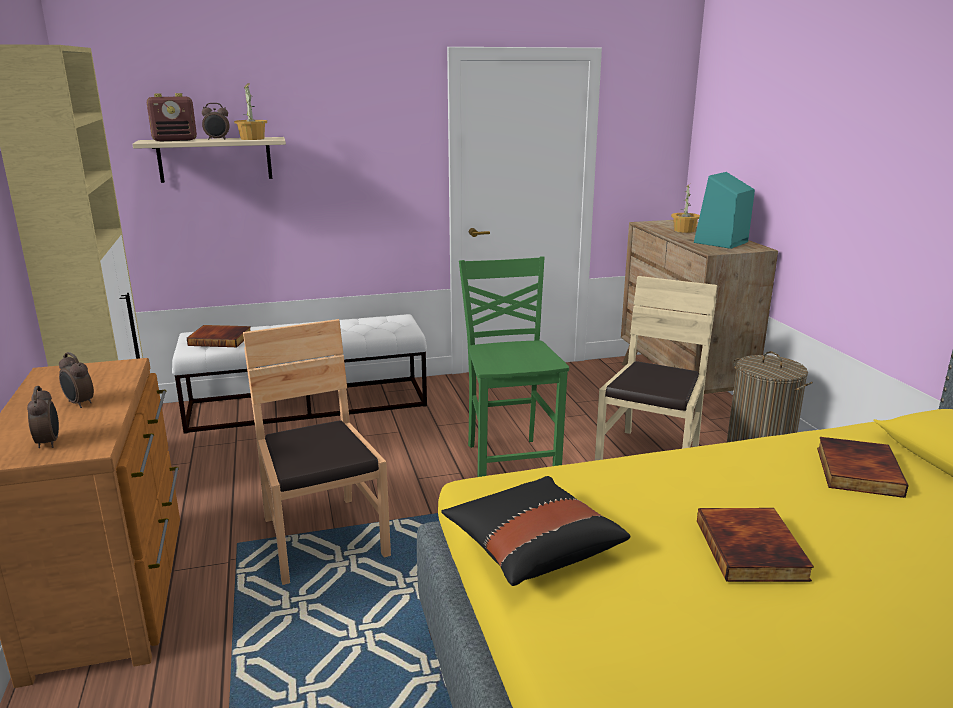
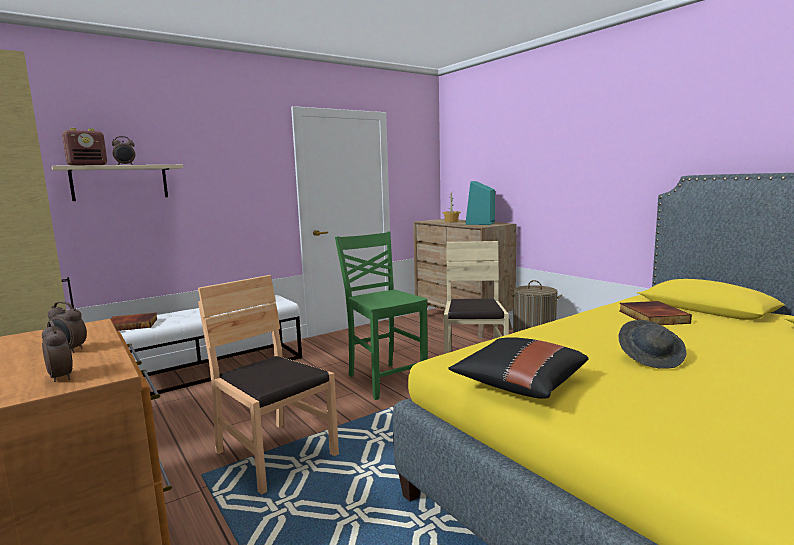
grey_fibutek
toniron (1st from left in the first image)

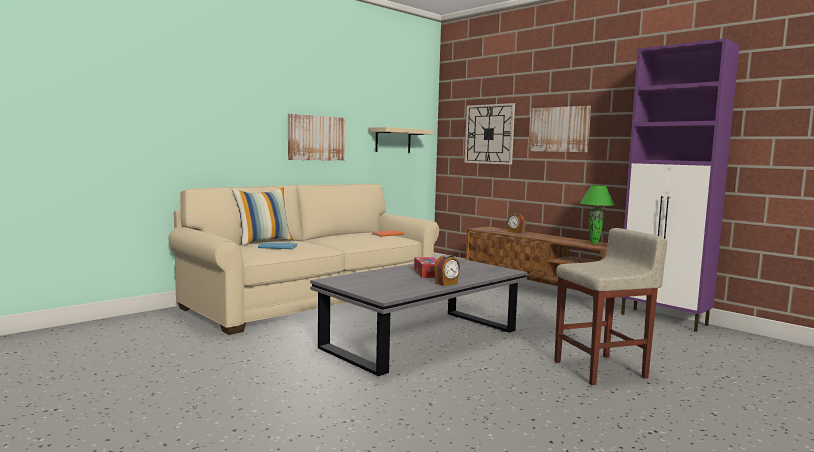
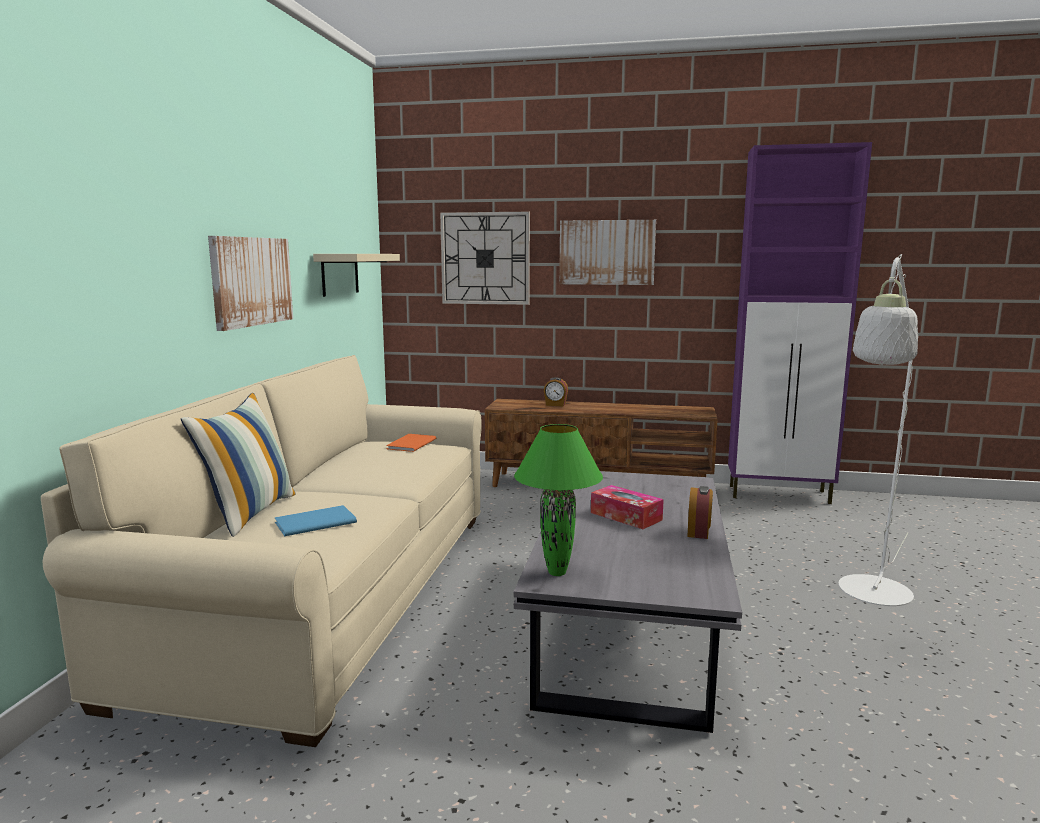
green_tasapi
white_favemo

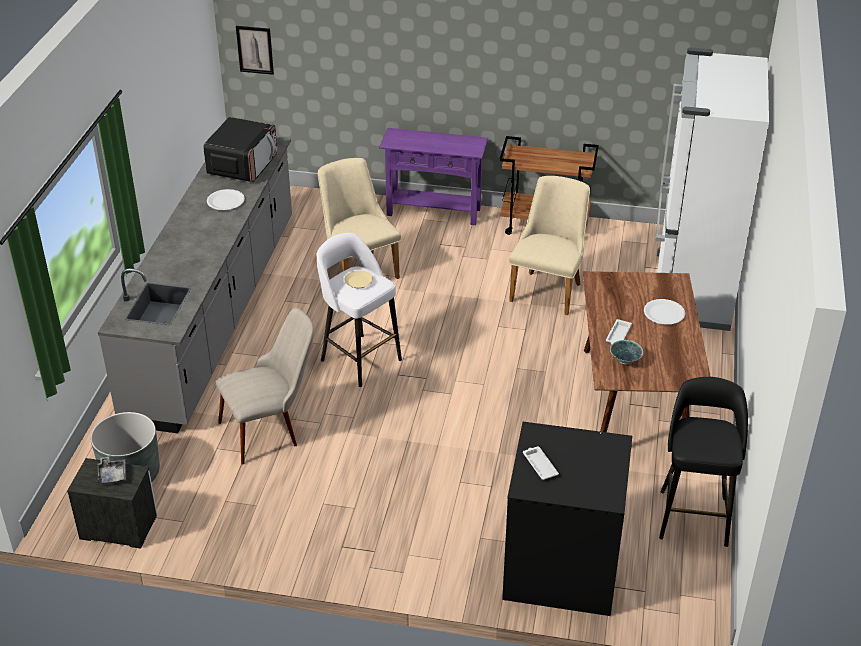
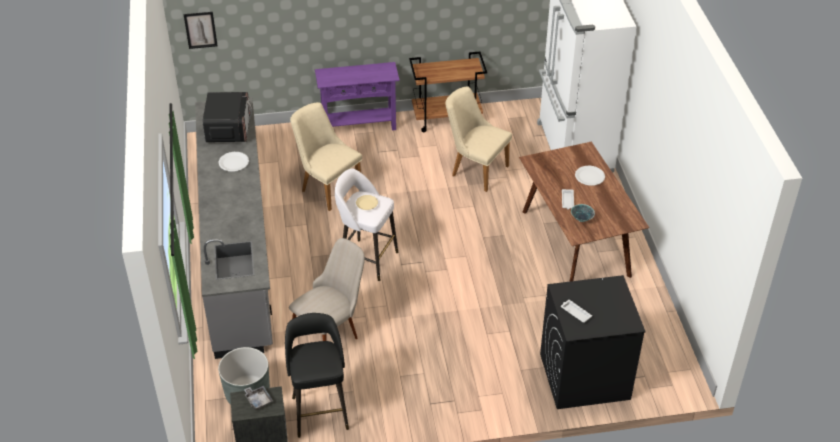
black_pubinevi
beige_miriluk (3rd from left)

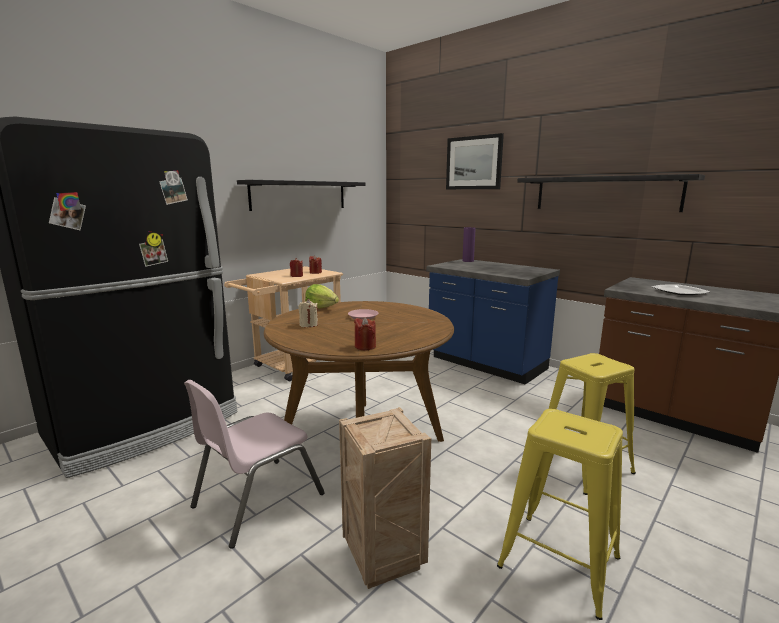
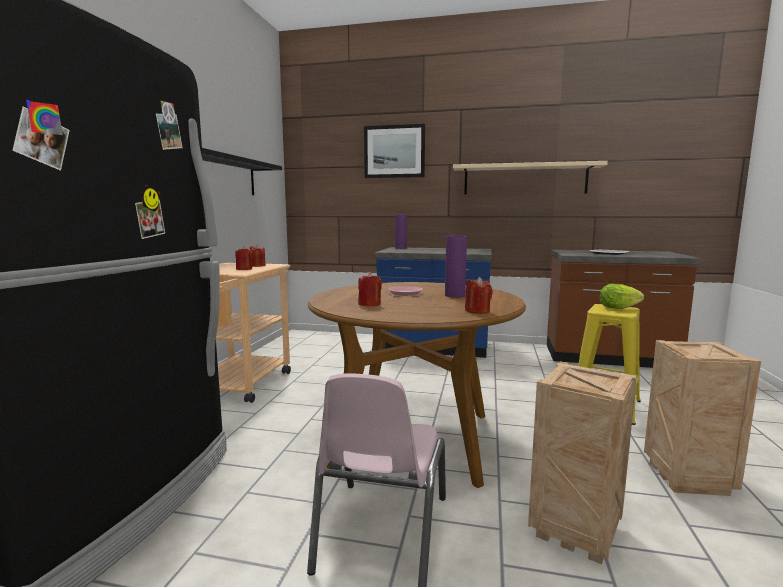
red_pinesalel (3rd from left)
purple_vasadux (2nd from left)
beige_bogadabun
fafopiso
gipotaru (2nd from left)

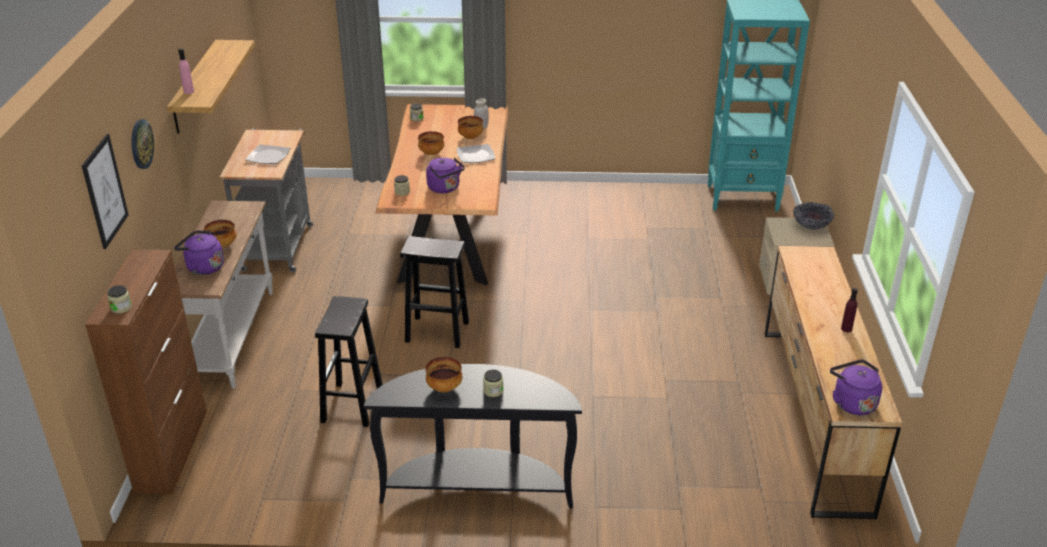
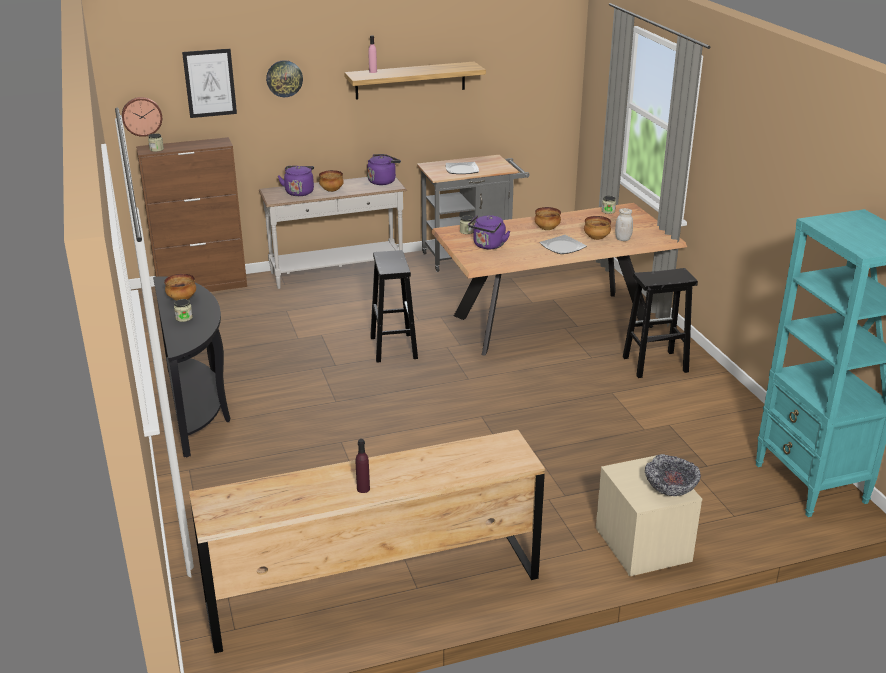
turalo (1st from left)
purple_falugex (2nd from left)
black_pubinevi (2nd from left)

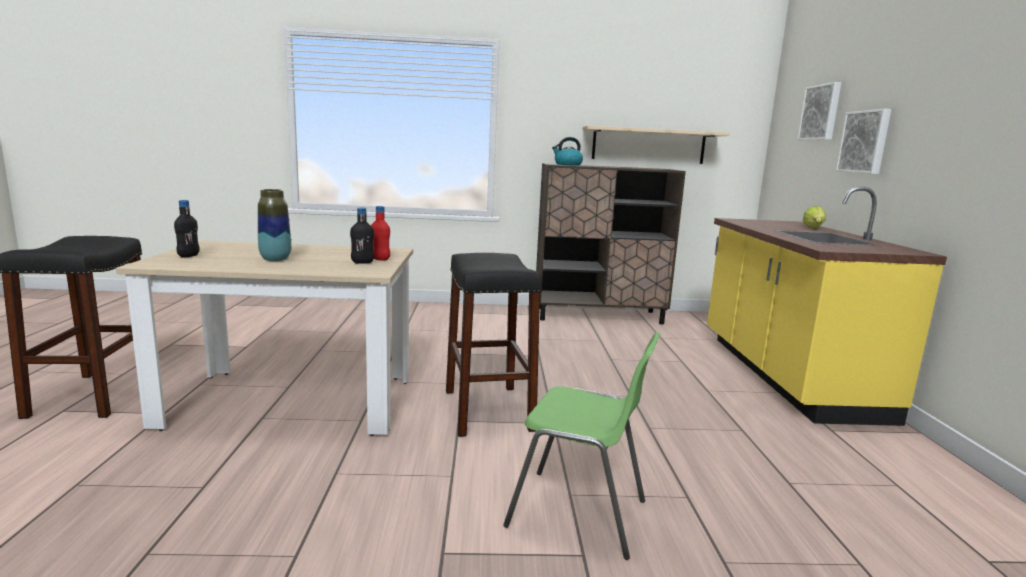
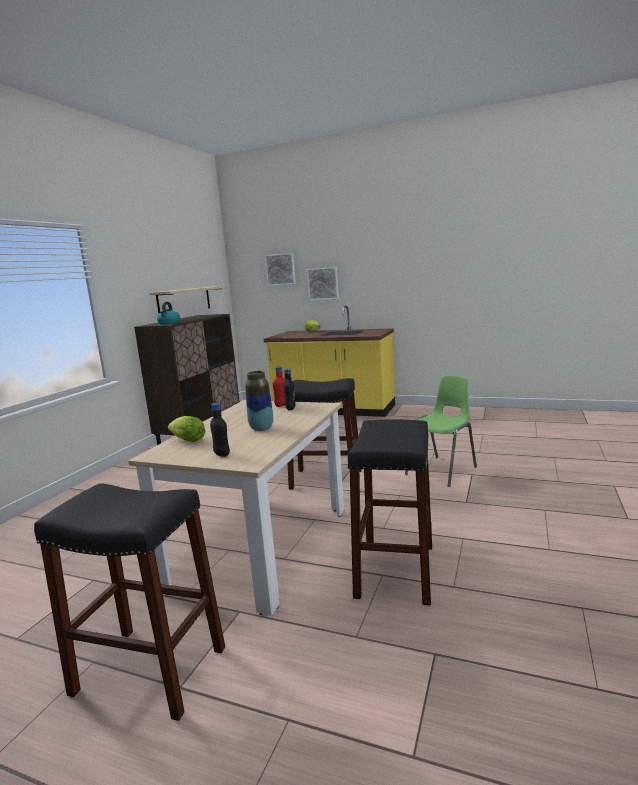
fafopiso (1st from left)
black_pubinevi (3rd from left)

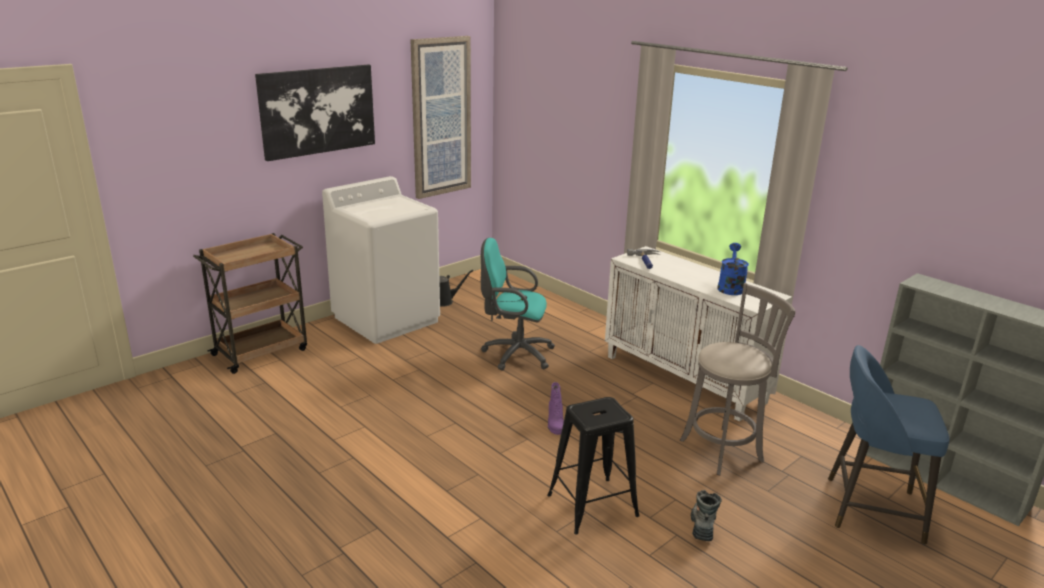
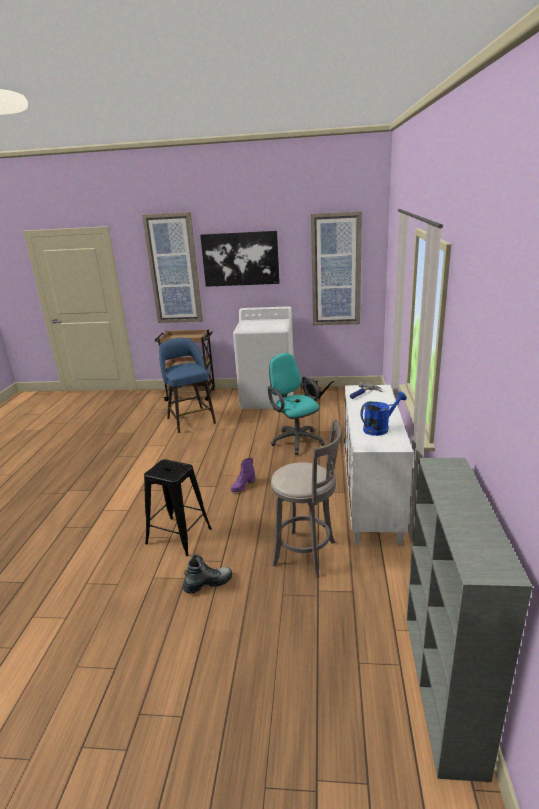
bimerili (1st from left)
blue_pubinevi

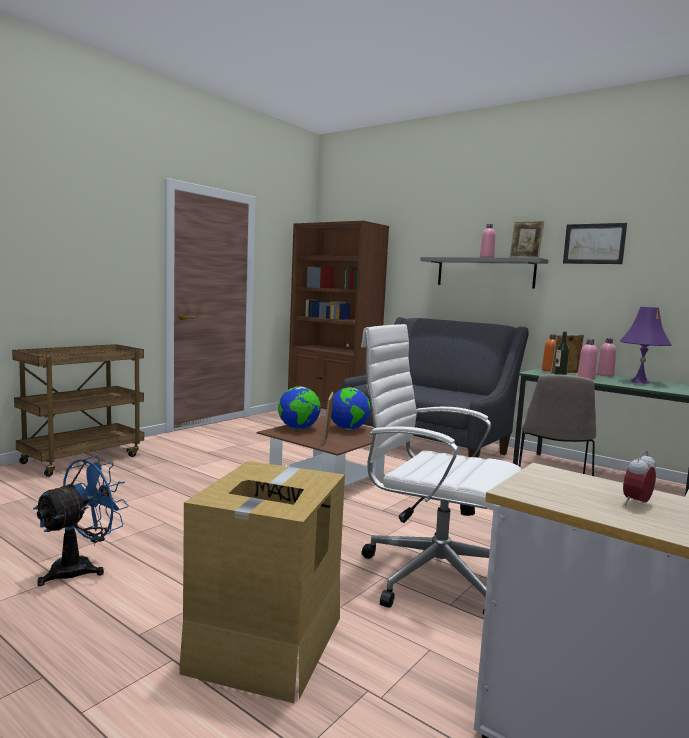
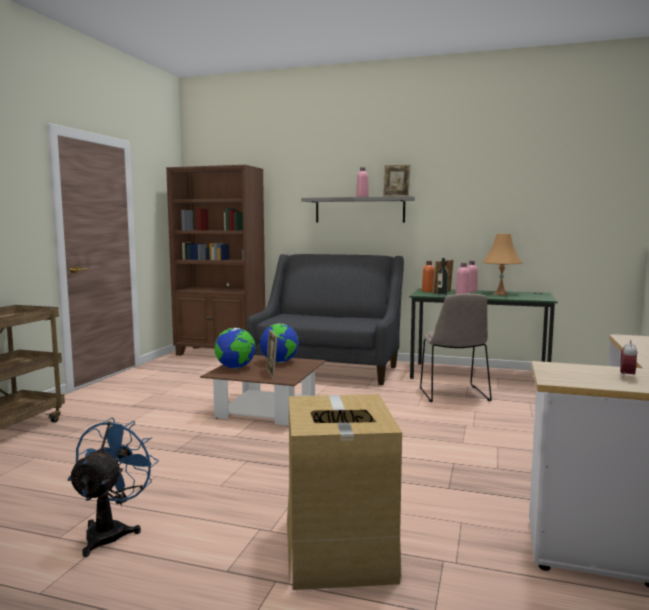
orange_tasapi
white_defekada
bimerili

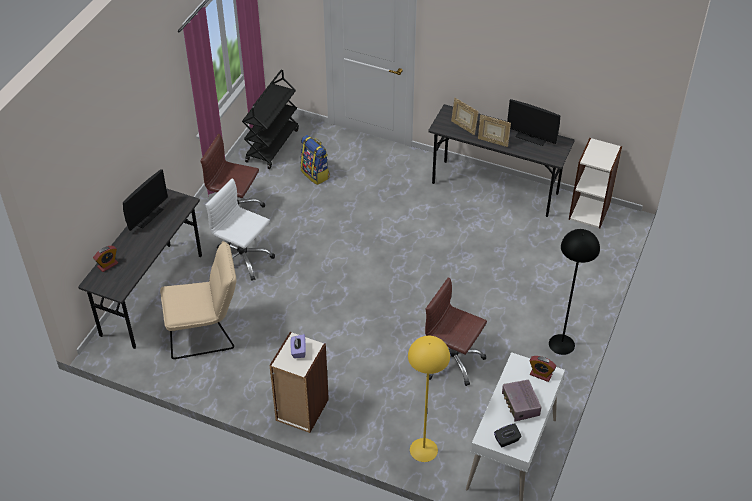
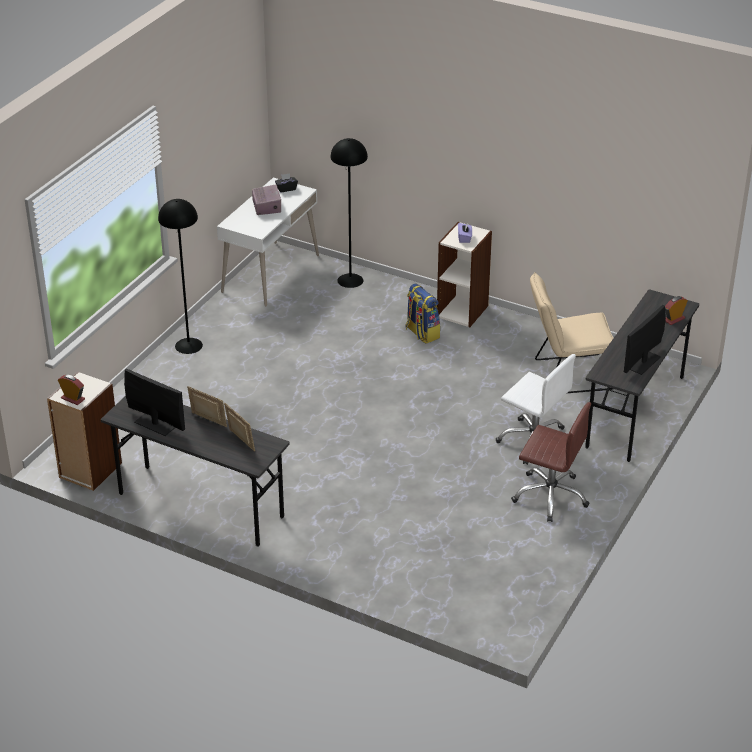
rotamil (1st from left)
black_favemo (2nd from left)
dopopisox
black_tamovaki
brown_defekada (2nd from left in the first image)

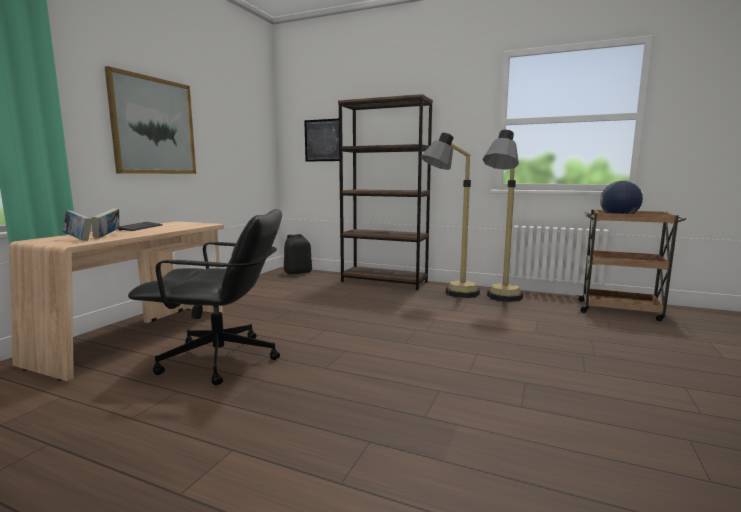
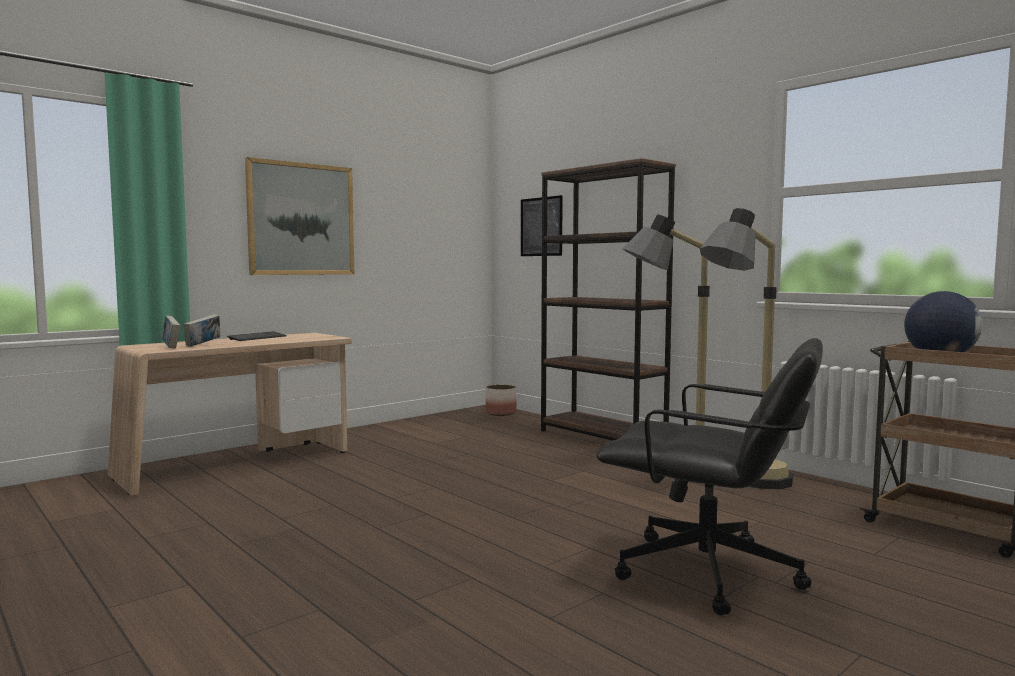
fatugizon
black_defekada

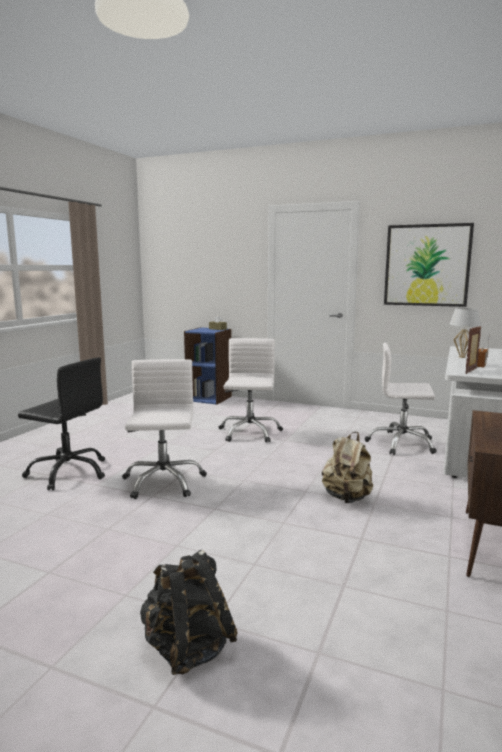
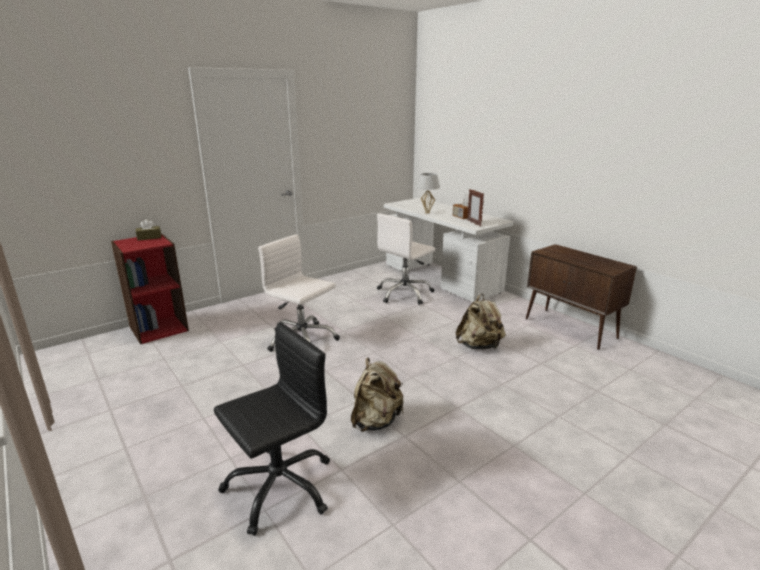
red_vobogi
beige_dopopisox (1st from left)
black_dopopisox
bimerili

